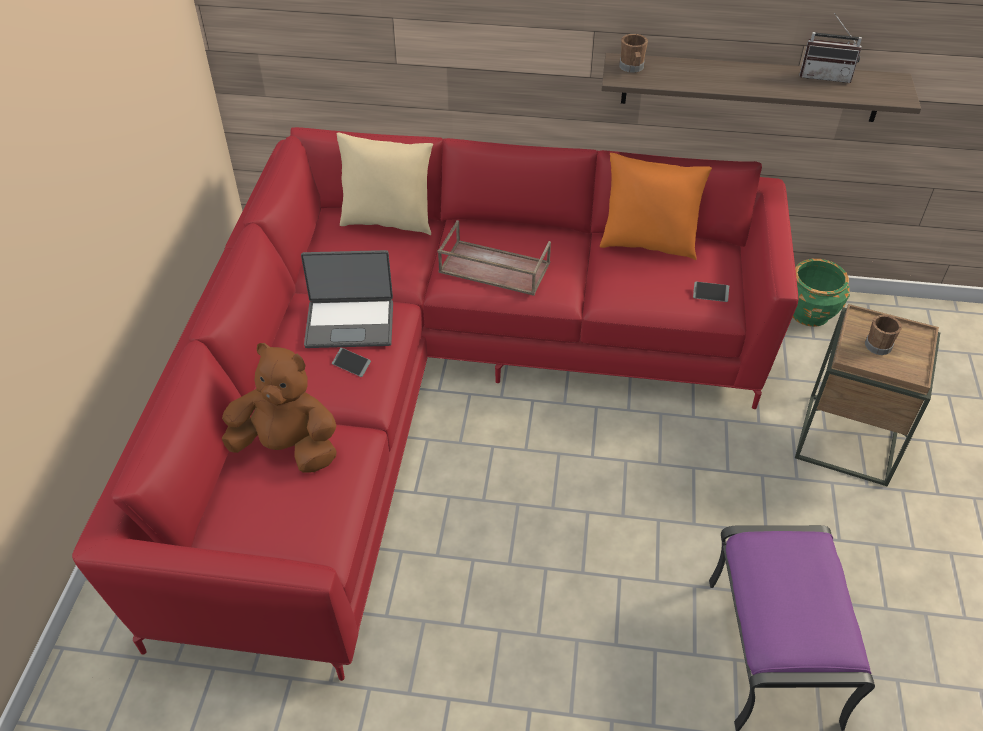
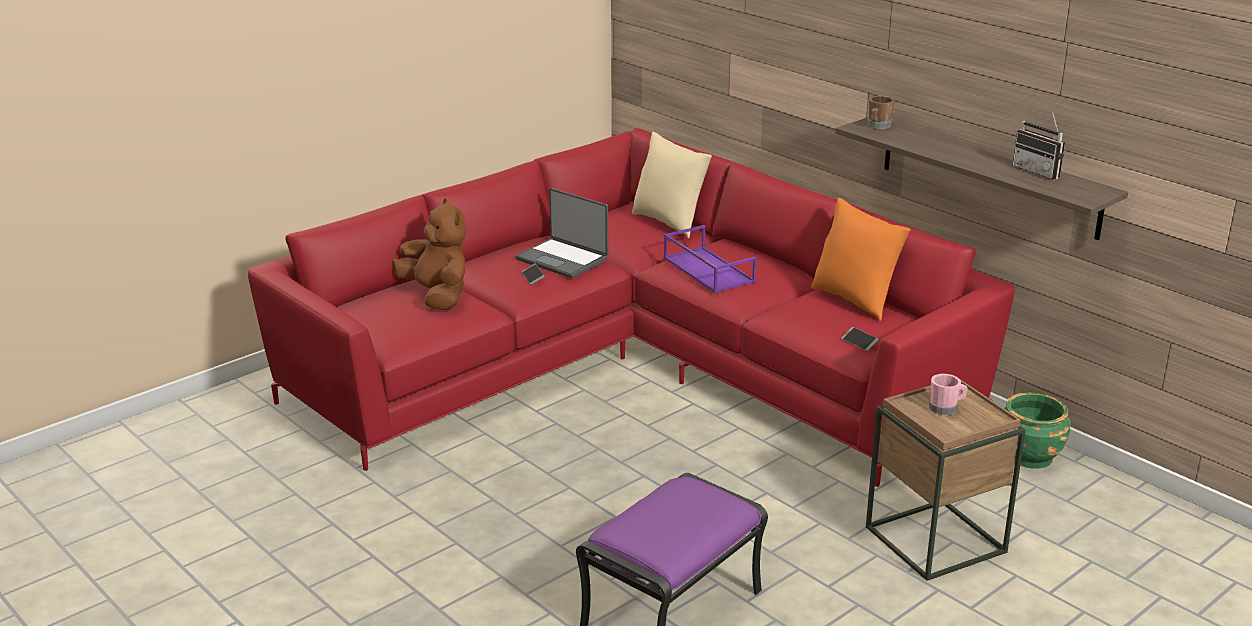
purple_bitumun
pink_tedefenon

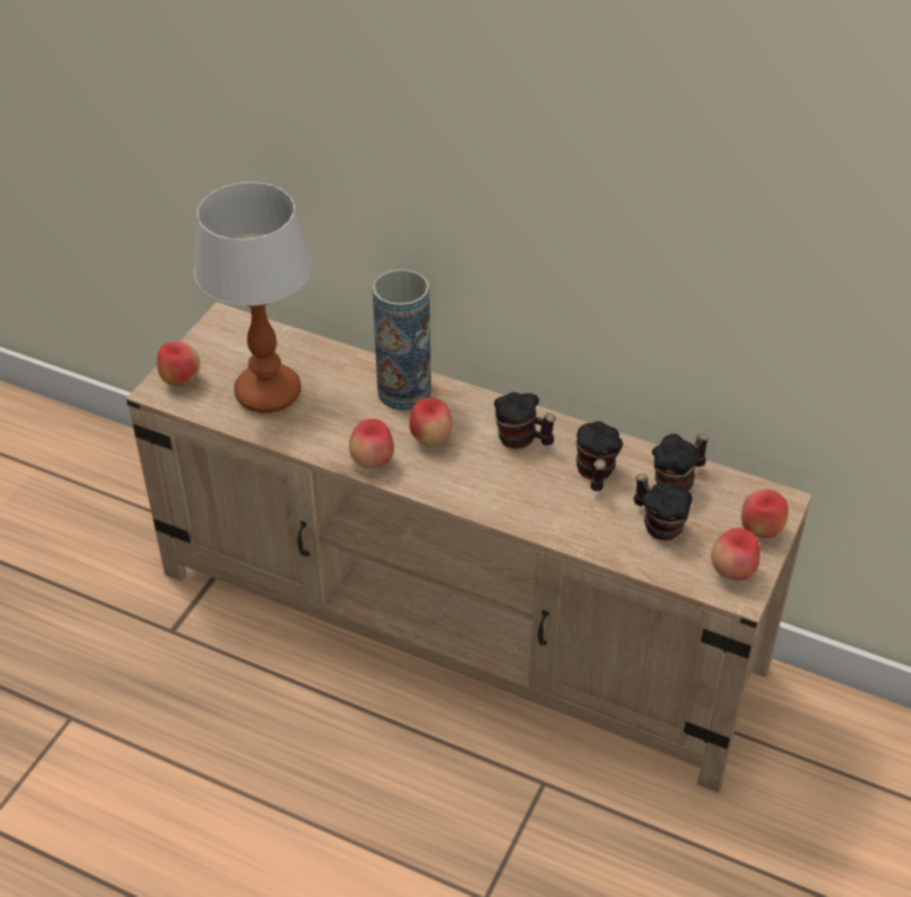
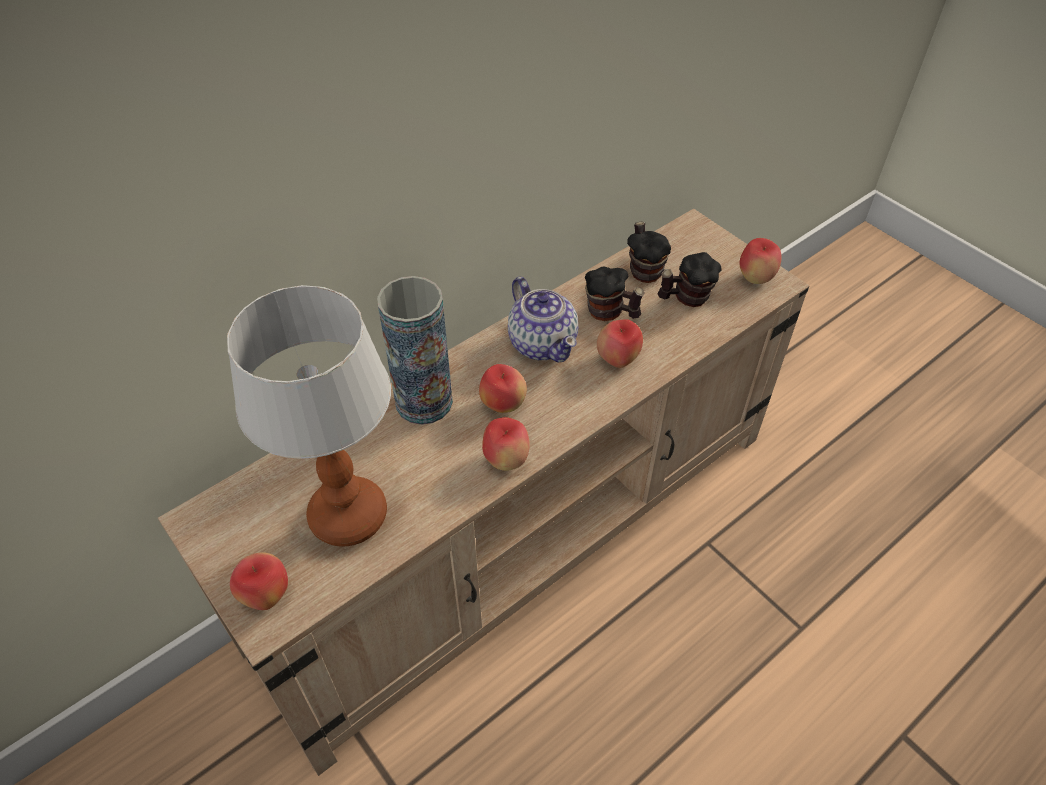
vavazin
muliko (4th from left)

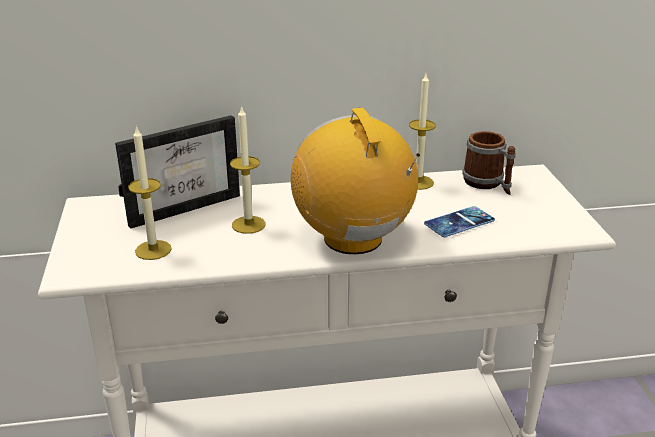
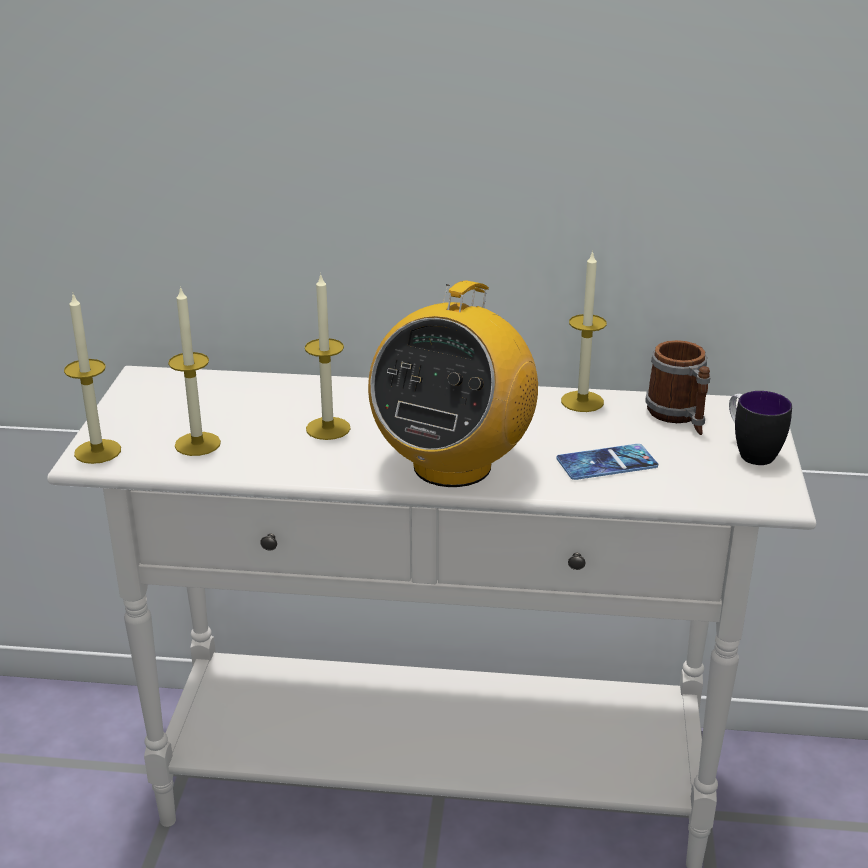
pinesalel (1st from left)
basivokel
tedefenon (2nd from left)
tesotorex

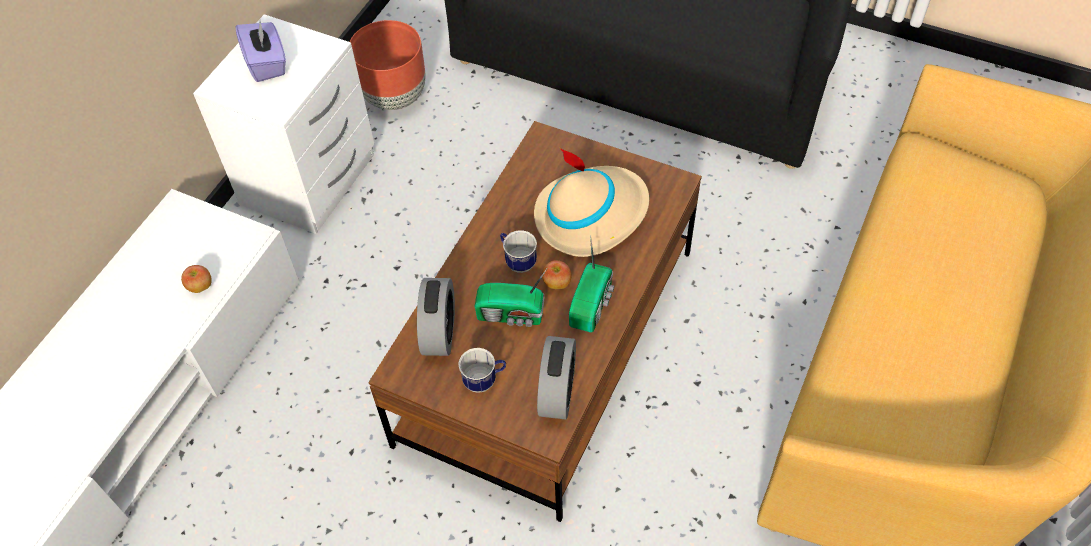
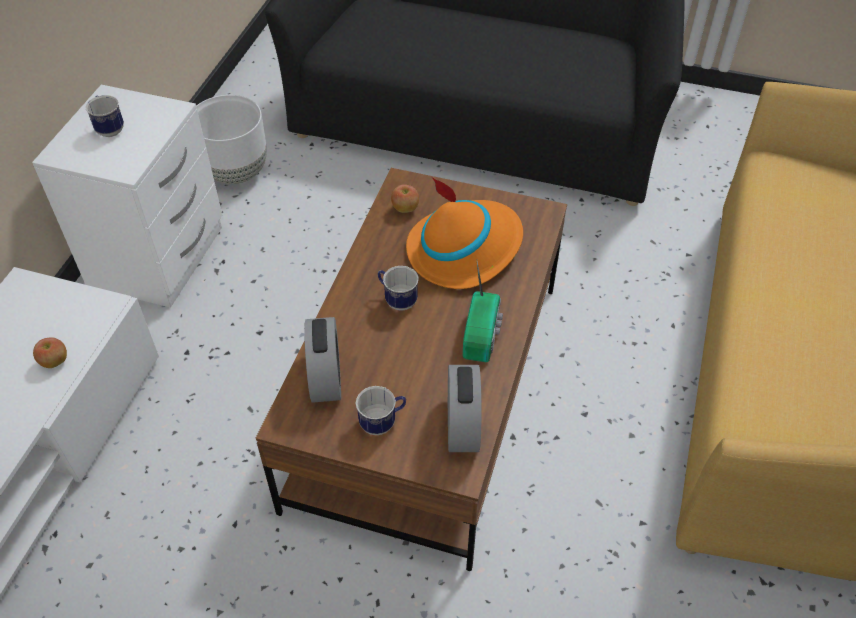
tedefenon (1st from left)
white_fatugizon
muliko (2nd from left)
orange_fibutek
basivokel (1st from left in the first image)

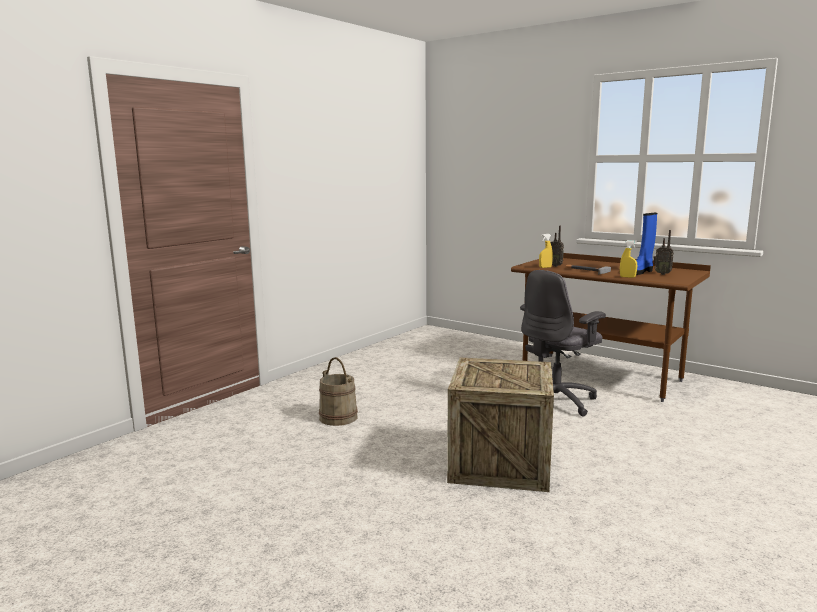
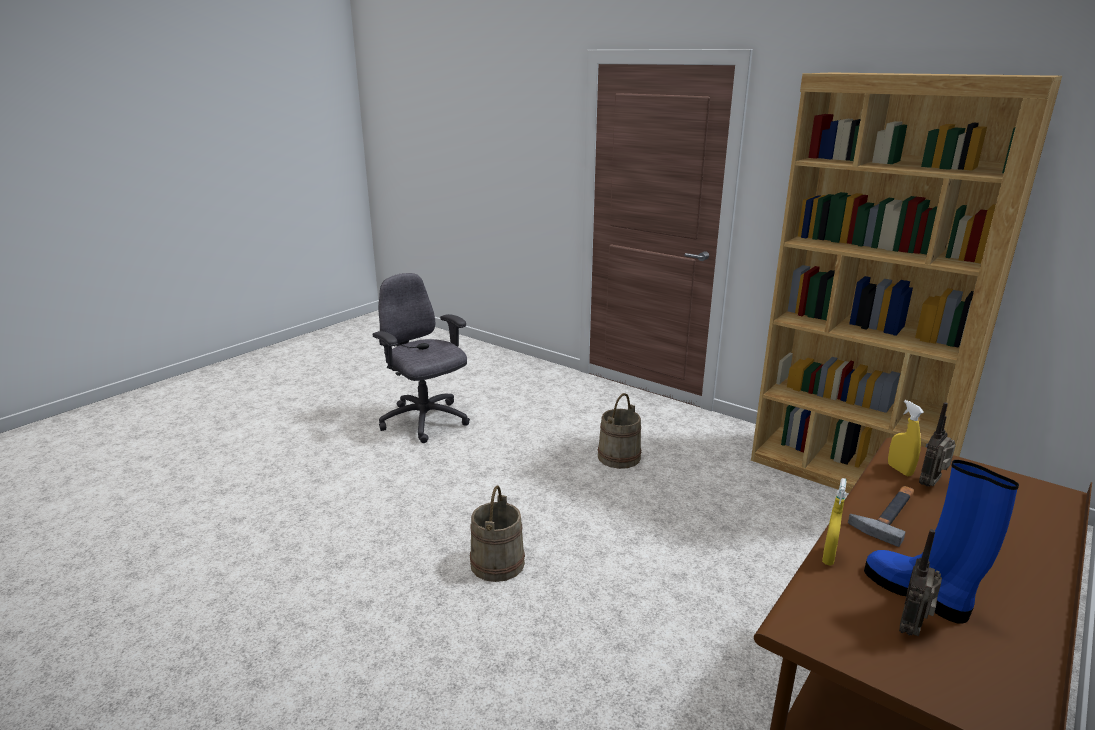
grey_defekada
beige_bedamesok (1st from left)
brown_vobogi

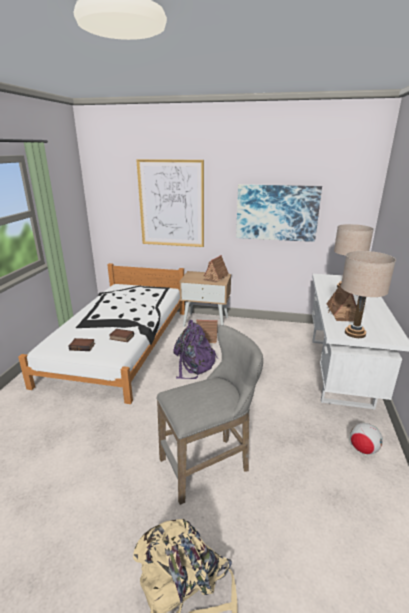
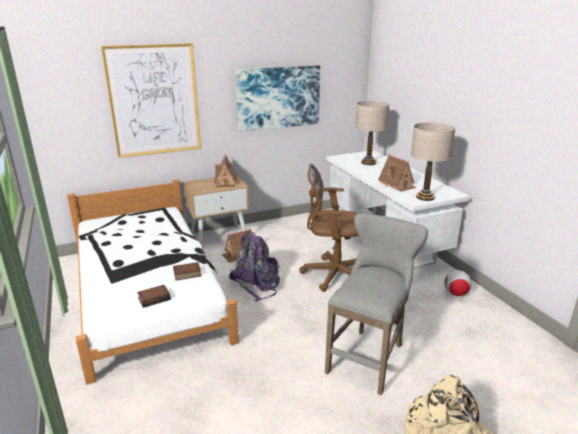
brown_defekada

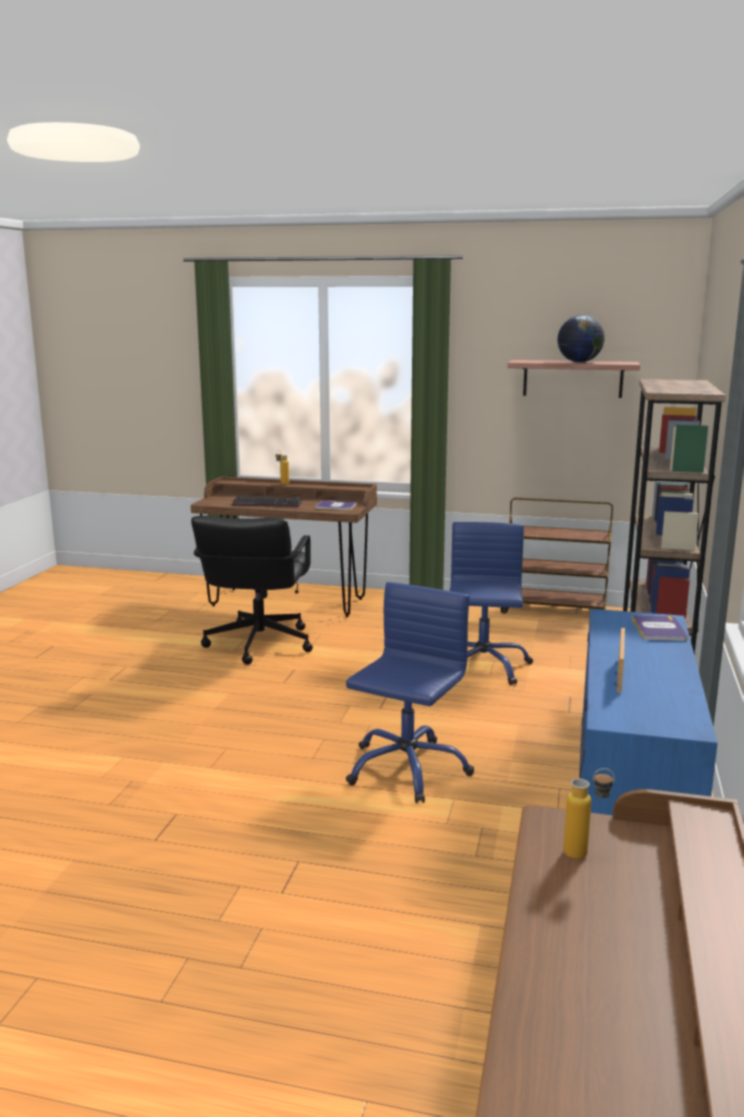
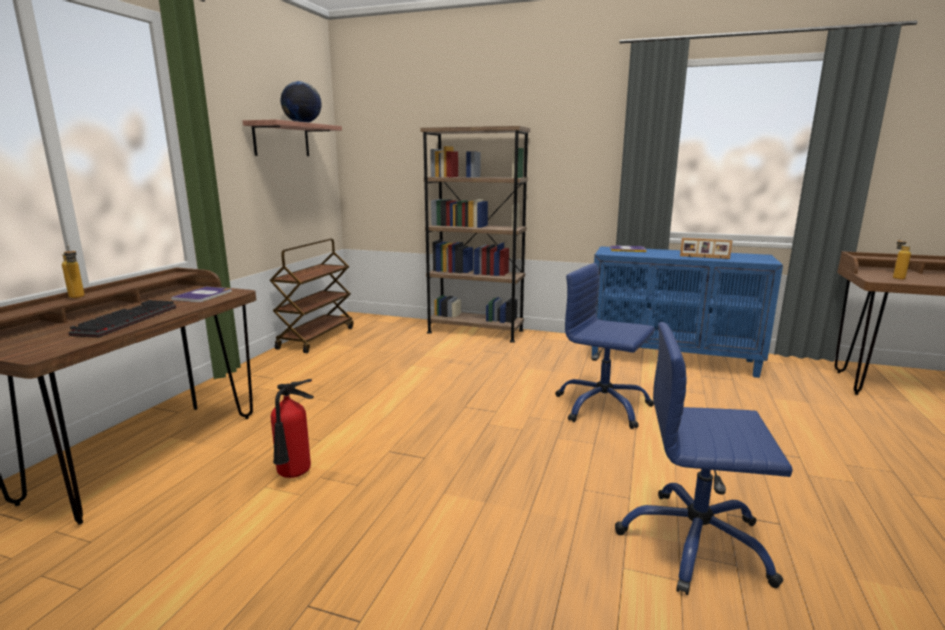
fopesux
blue_defekada (2nd from left)

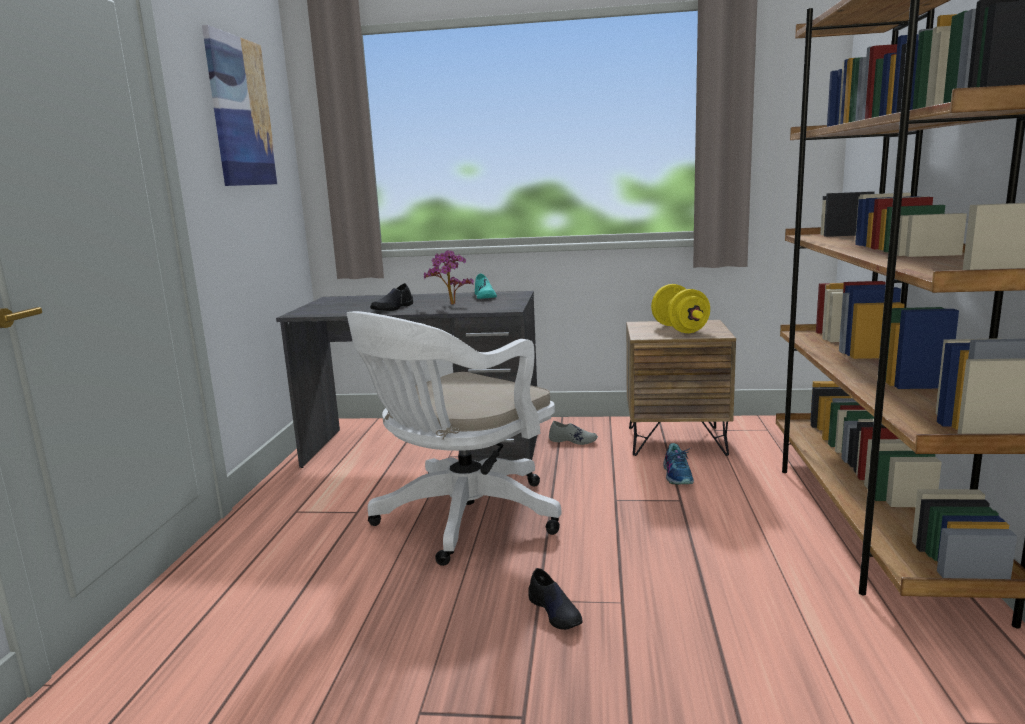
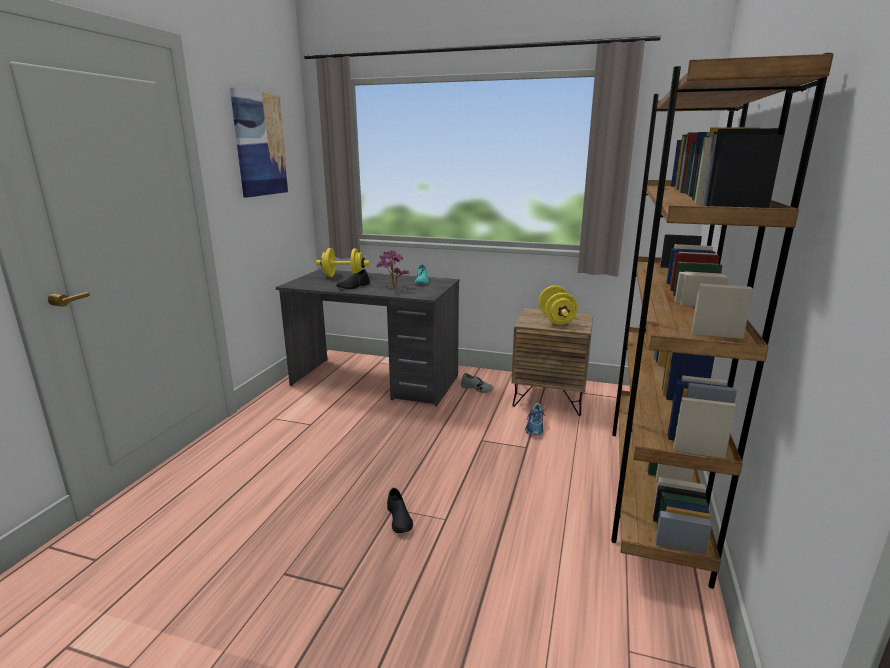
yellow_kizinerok (1st from left)
white_defekada

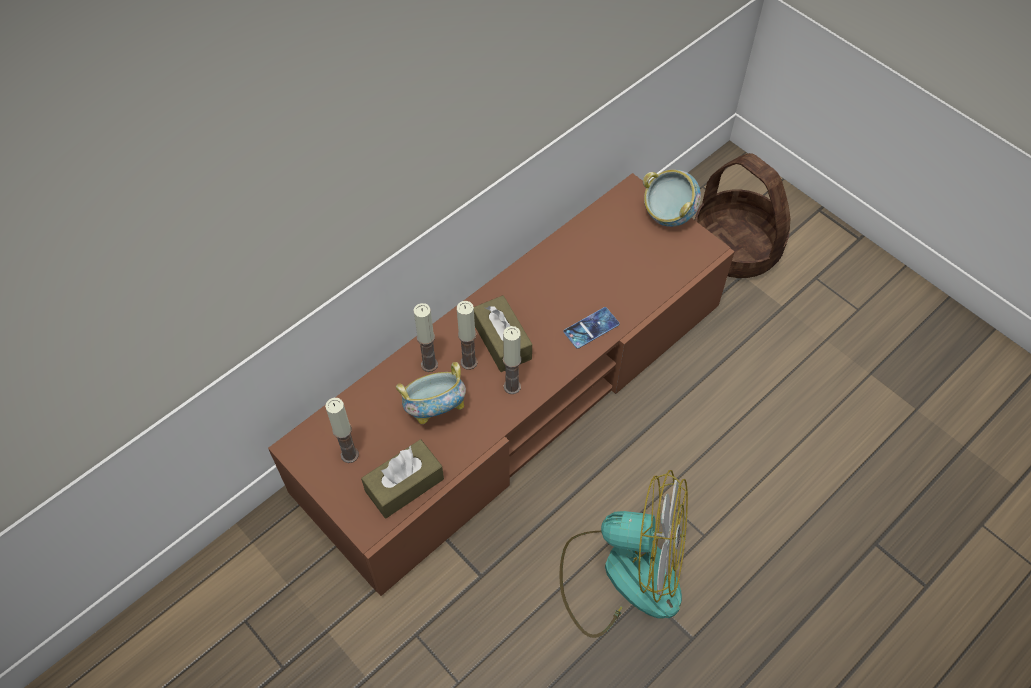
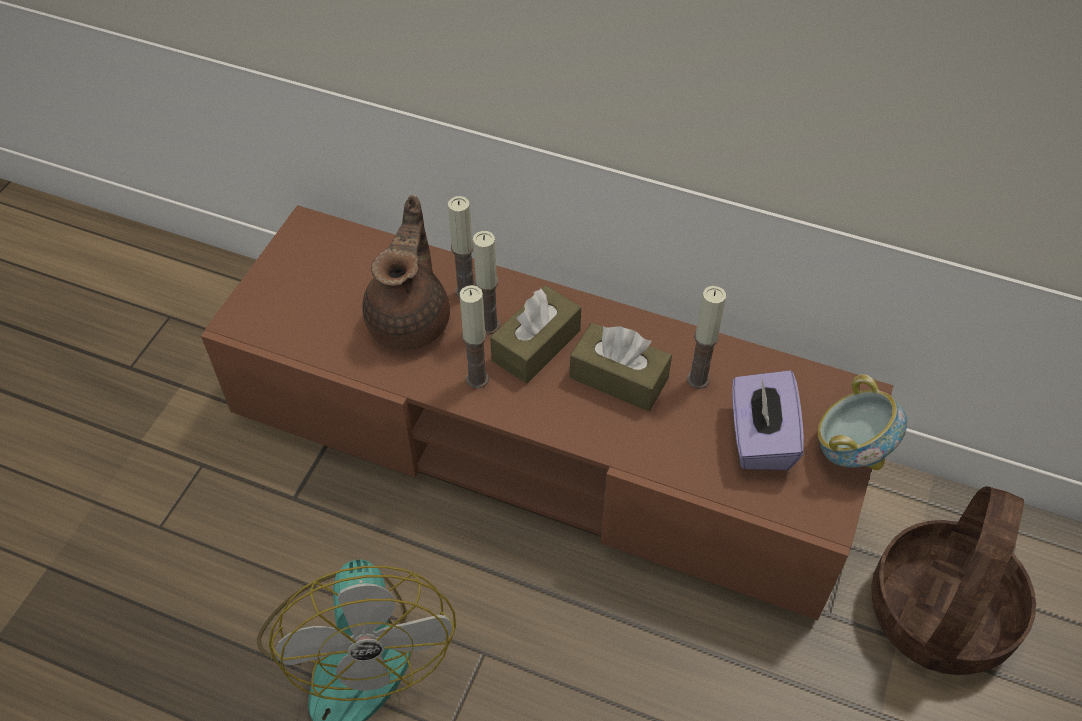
brown_vavazin
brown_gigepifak (2nd from left)
pinesalel (4th from left)
purple_gigepifak
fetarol

